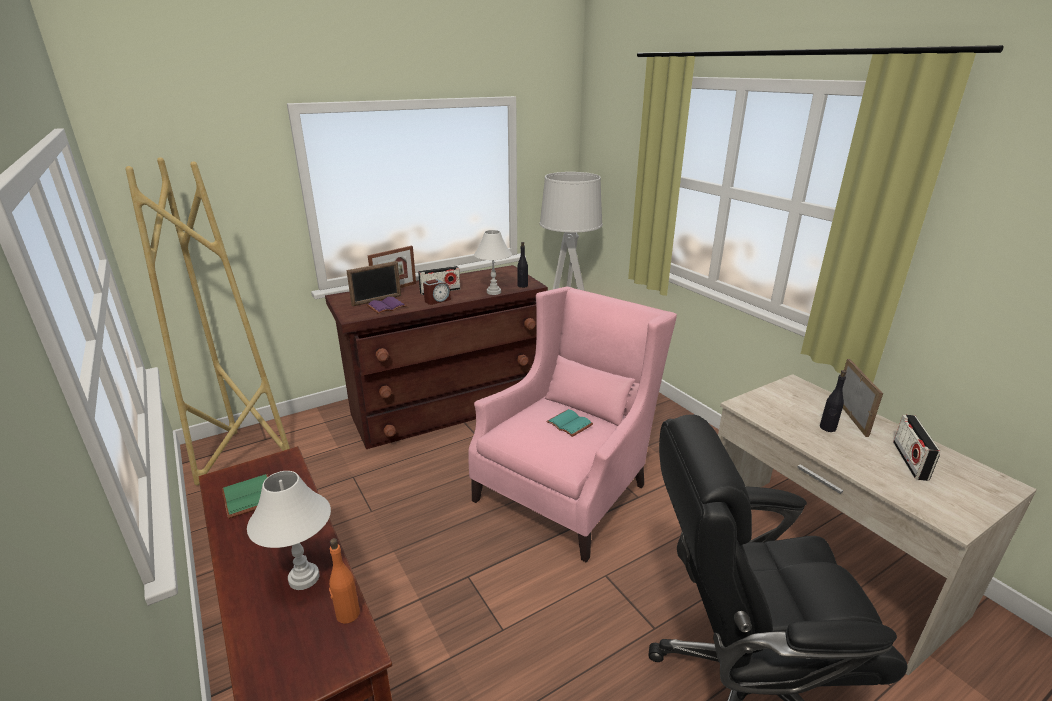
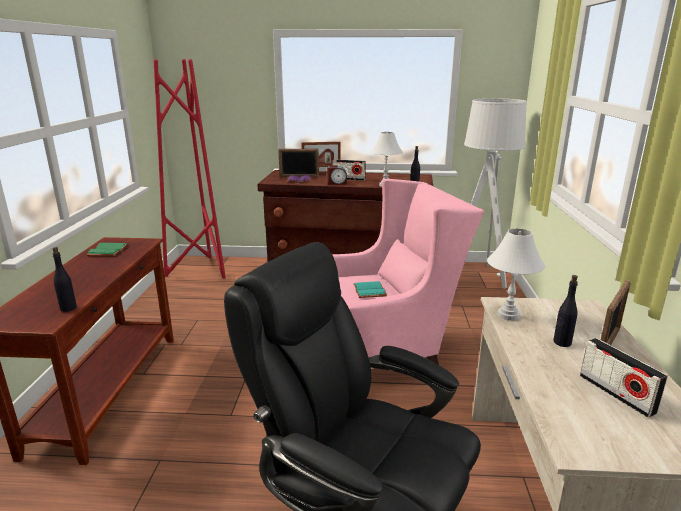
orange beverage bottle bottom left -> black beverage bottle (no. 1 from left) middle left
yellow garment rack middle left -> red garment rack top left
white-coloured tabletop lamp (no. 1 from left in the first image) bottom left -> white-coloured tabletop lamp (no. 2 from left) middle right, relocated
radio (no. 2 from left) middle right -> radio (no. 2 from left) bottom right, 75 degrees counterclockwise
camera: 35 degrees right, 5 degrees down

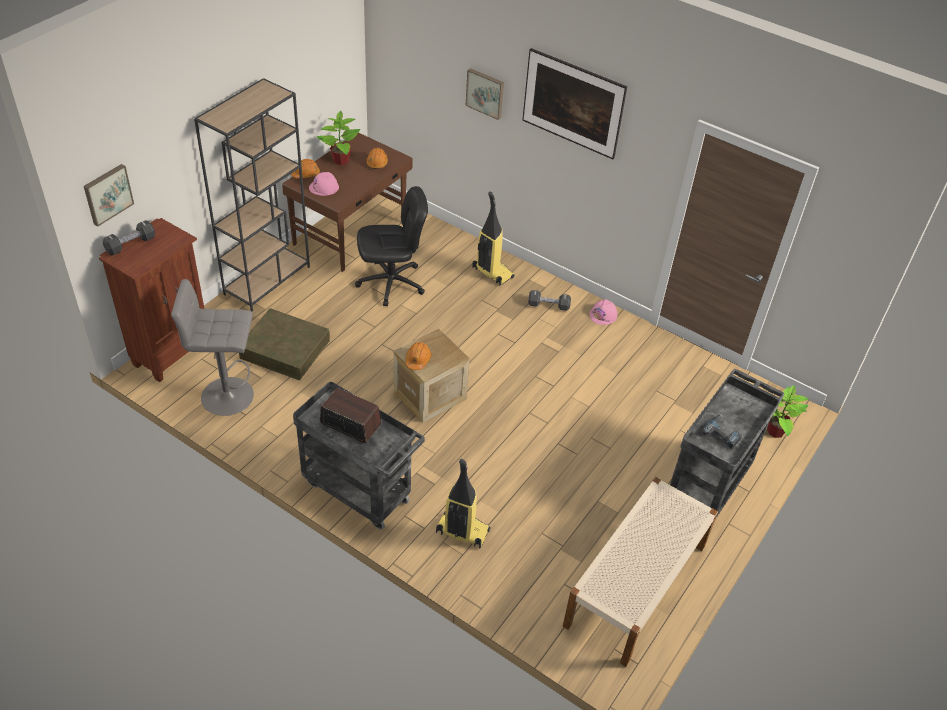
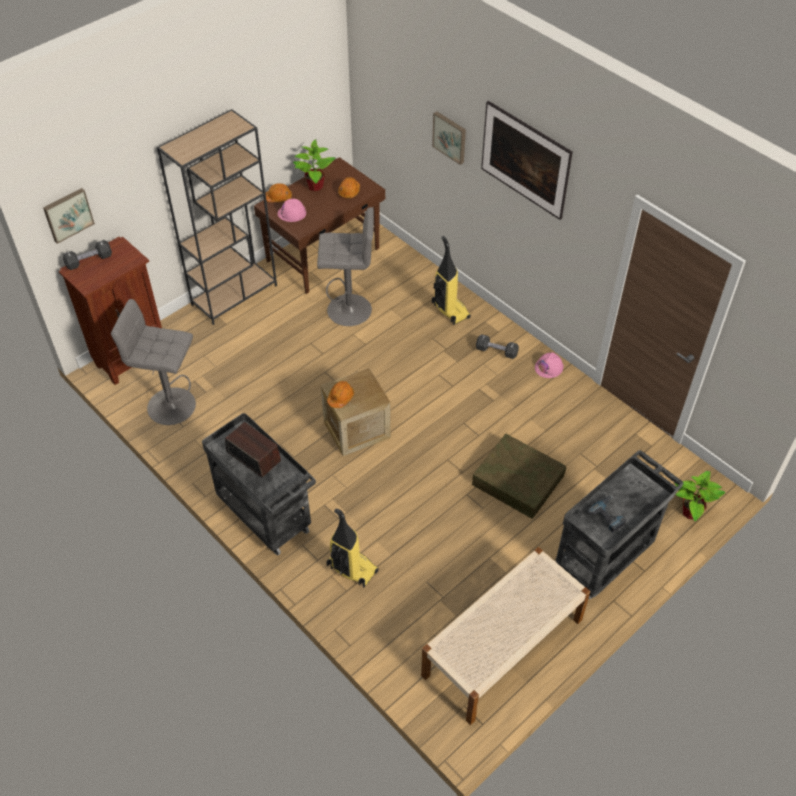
black office chair centre -> grey stool (no. 2 from left) centre
brown-coloured storage box middle left -> brown-coloured storage box centre, relocated
camera: 15 degrees right, 5 degrees up

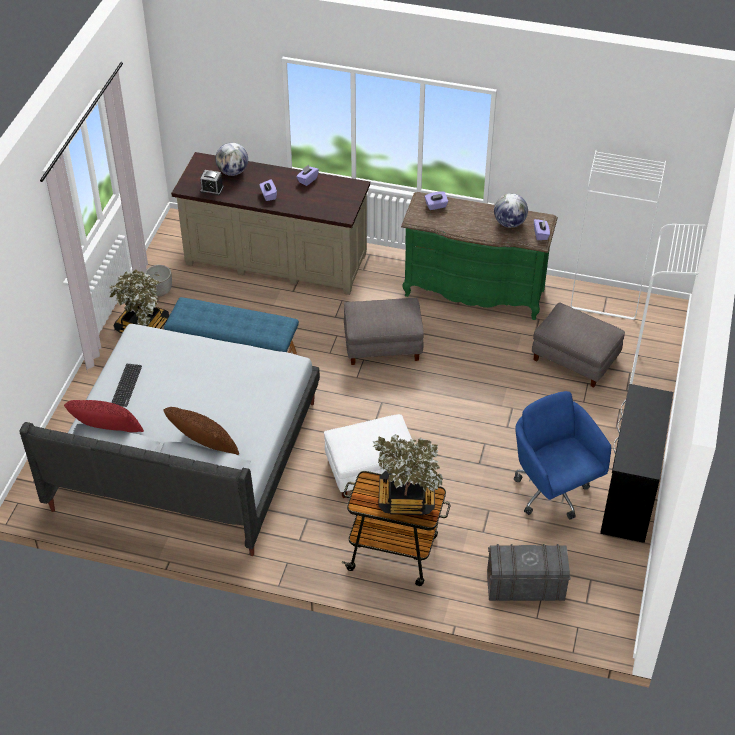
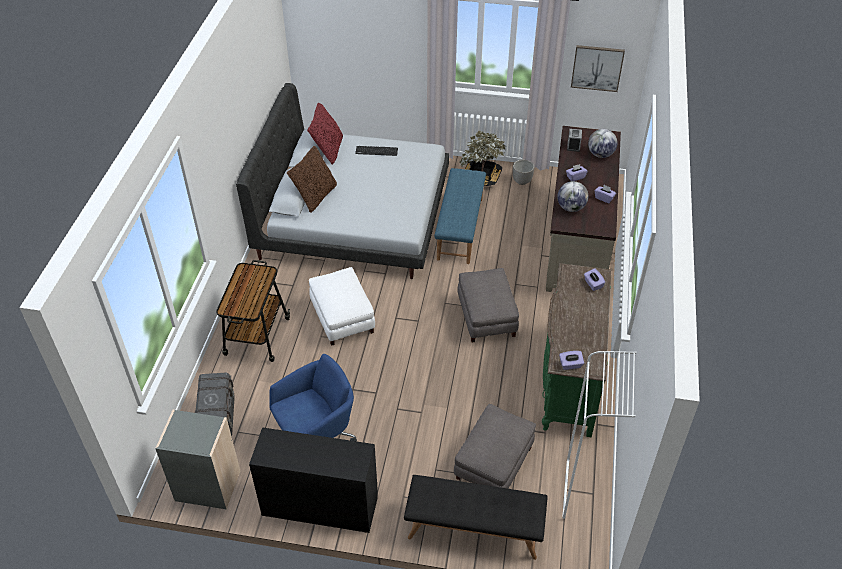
none -> grey shelving unit bottom left
white-coloured garment rack (no. 2 from left) middle right -> black long seat bottom centre
globe (no. 2 from left in the first image) top right -> globe (no. 1 from left) middle right, relocated
none -> wall picture top right
plant in a pot (no. 2 from left) centre -> none
camera: 85 degrees right, 0 degrees up

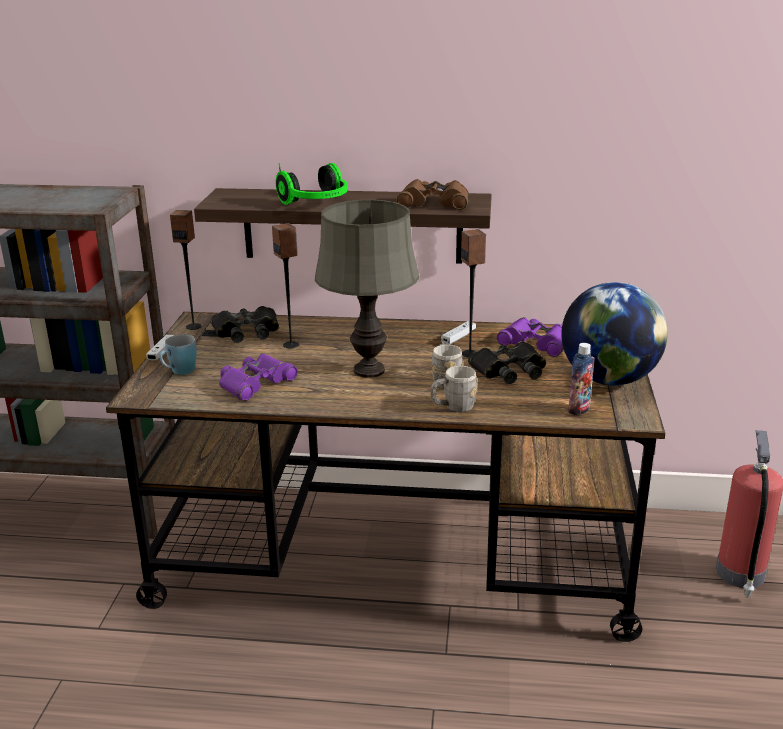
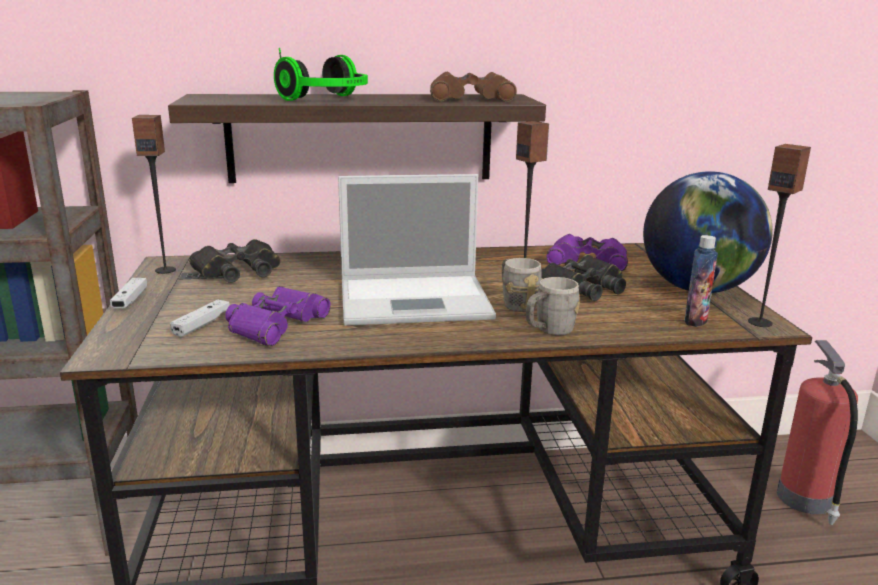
white-coloured gamepad (no. 2 from left) centre -> white-coloured gamepad (no. 2 from left) middle left, relocated
grey tabletop lamp centre -> portable computer centre
speaker (no. 2 from left in the first image) centre -> speaker (no. 3 from left) middle right, relocated
blue mug middle left -> none
camera: 15 degrees left, 5 degrees down

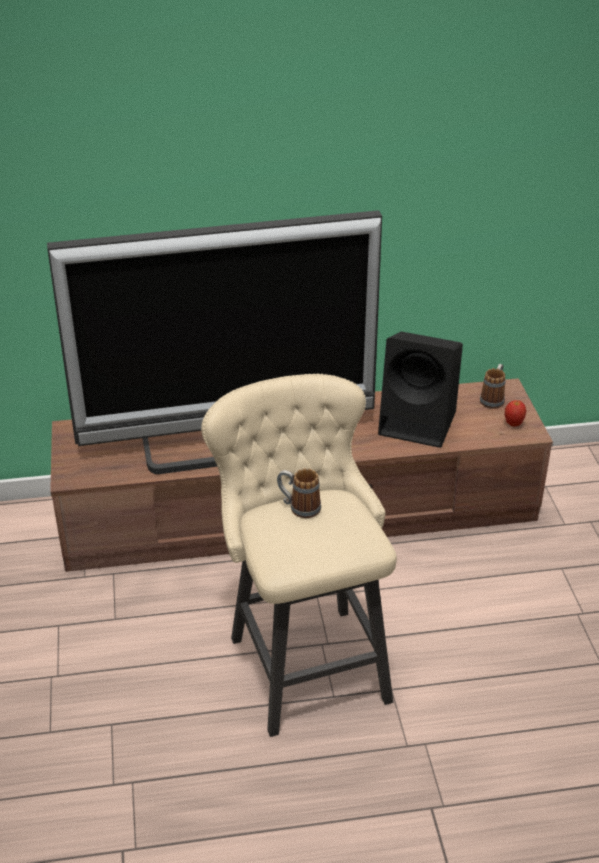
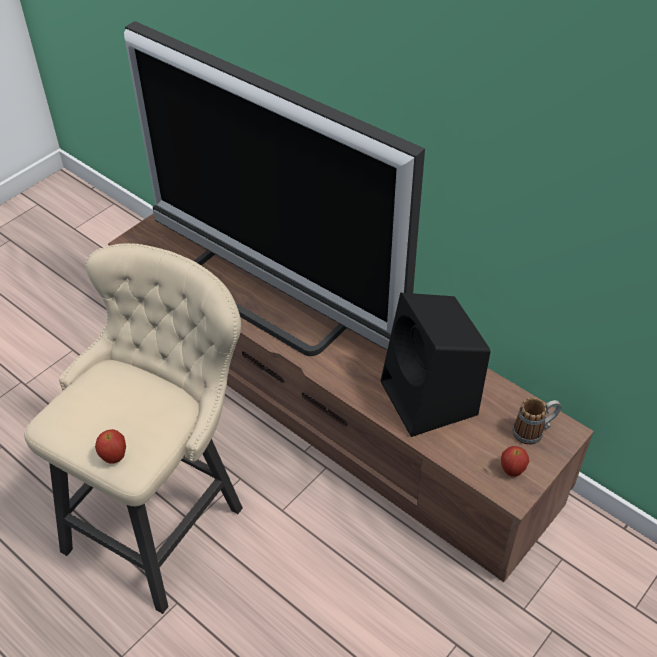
none -> whole apple (no. 1 from left) bottom left
mug (no. 1 from left) centre -> none
camera: 50 degrees right, 10 degrees up

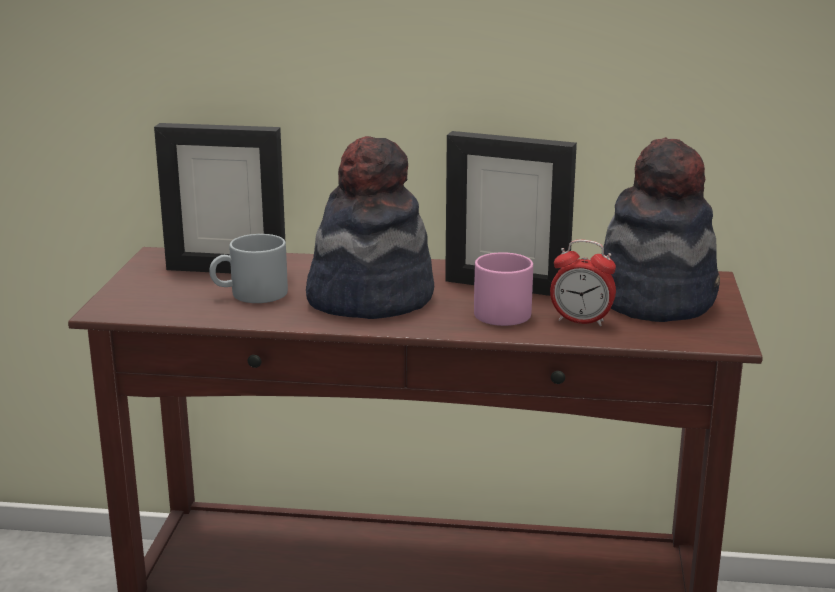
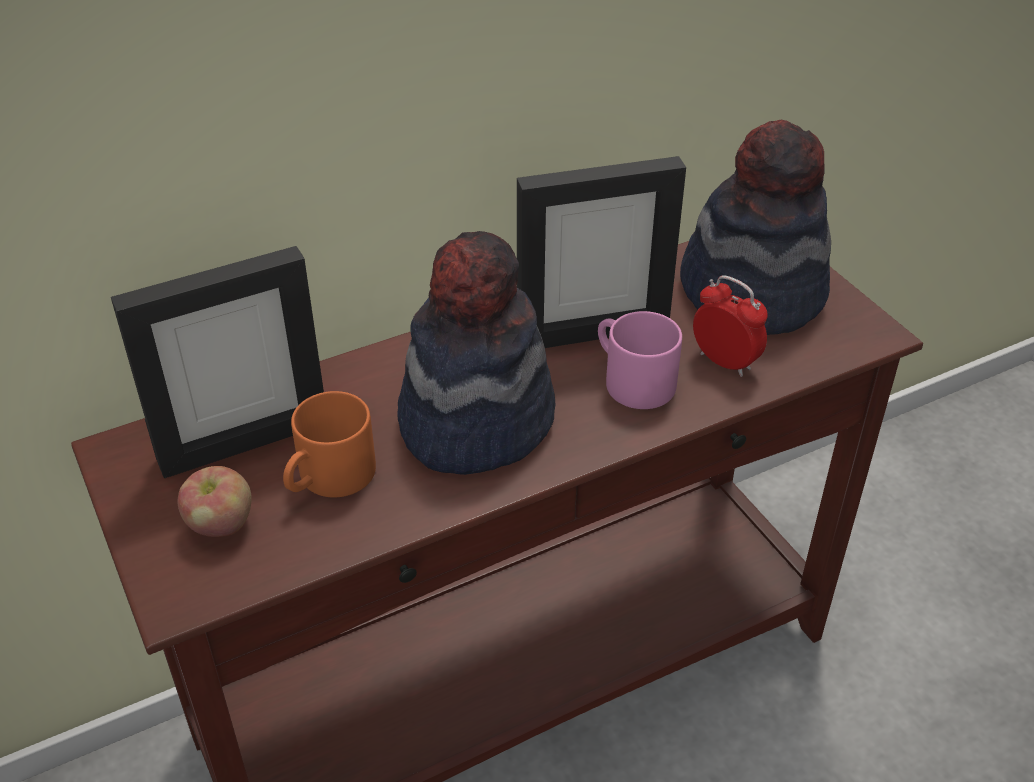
none -> whole apple middle left
grey mug middle left -> orange mug middle left
bedside clock middle right, 120 degrees counterclockwise
camera: 35 degrees left, 20 degrees up

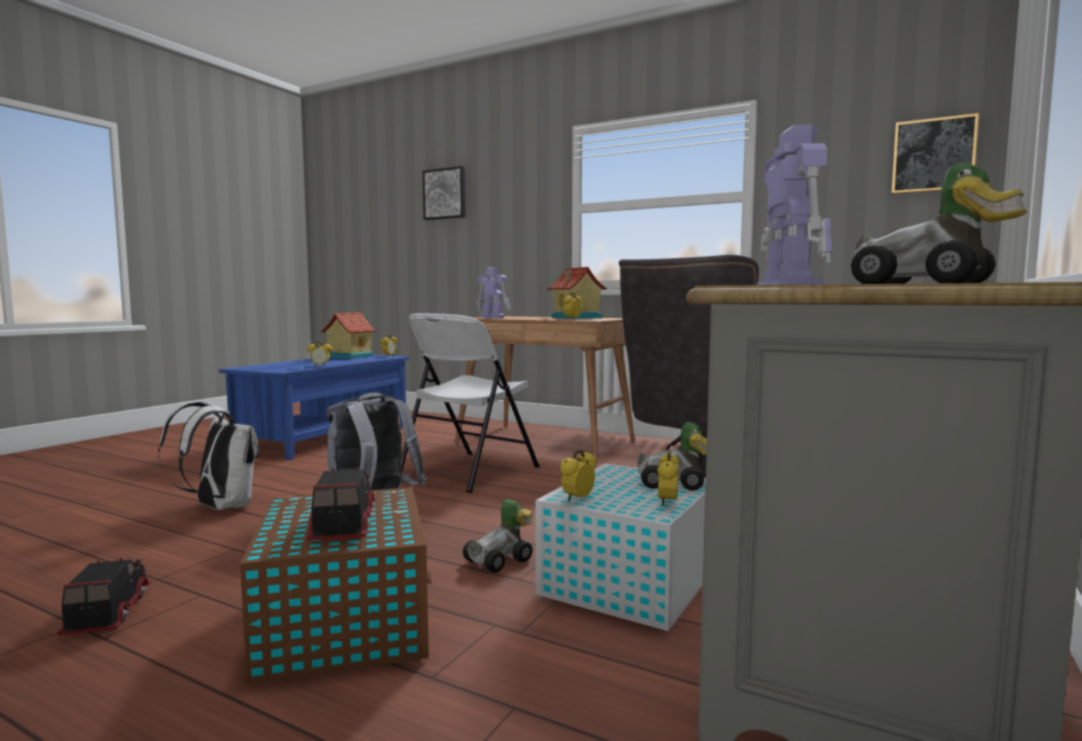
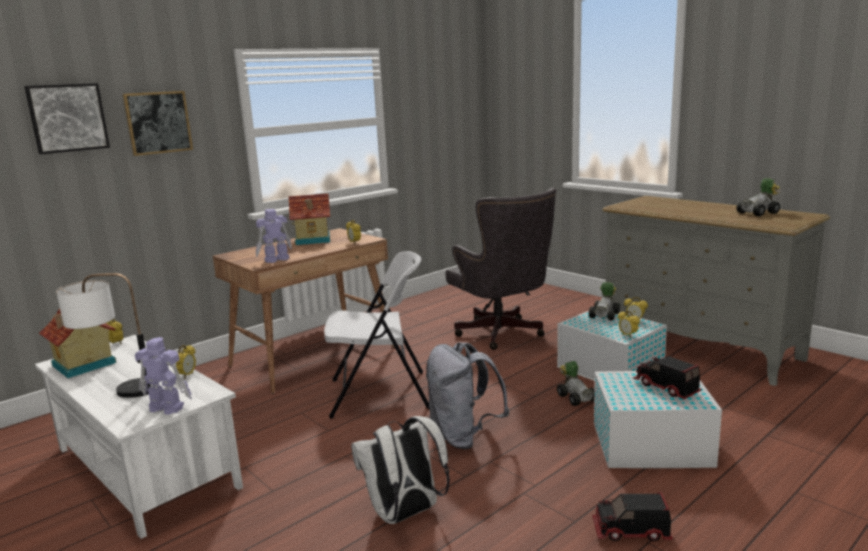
blue lounge table middle left -> white-coloured lounge table bottom left
none -> tabletop lamp middle left
wall picture (no. 2 from left) top right -> wall picture (no. 2 from left) top left, relocated
robot figure (no. 2 from left in the first image) top right -> robot figure (no. 1 from left) bottom left, relocated
white-coloured upright chair centre, 60 degrees counterclockwise
brown-coloured storage box bottom left -> white-coloured storage box (no. 2 from left) bottom right
toy truck (no. 2 from left) bottom left -> toy truck (no. 2 from left) bottom right, 45 degrees clockwise
camera: 70 degrees left, 10 degrees up

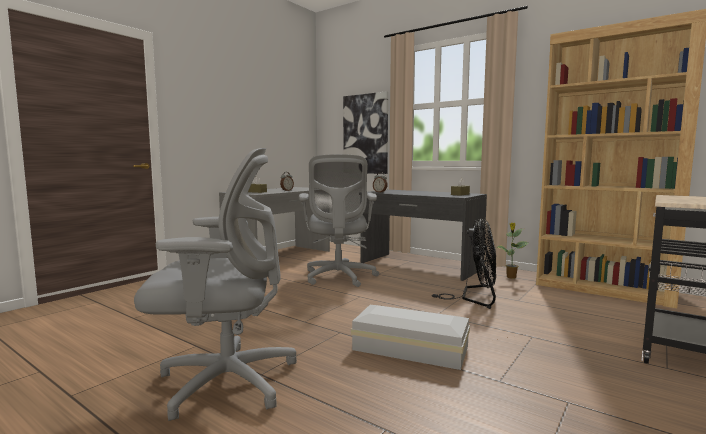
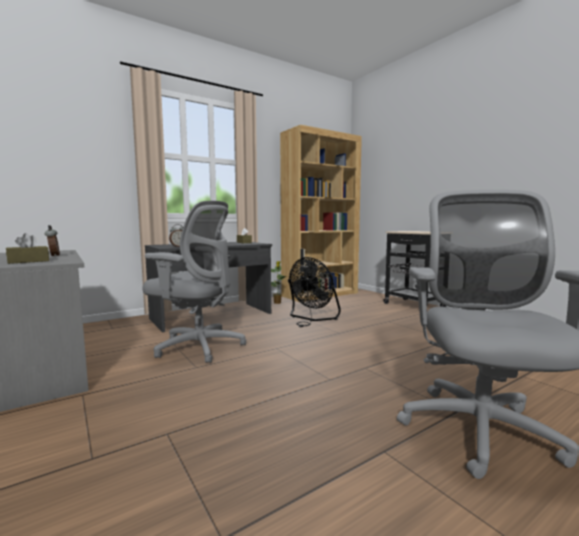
wall picture top centre -> none
white-coloured storage box bottom centre -> none
camera: 70 degrees left, 0 degrees up

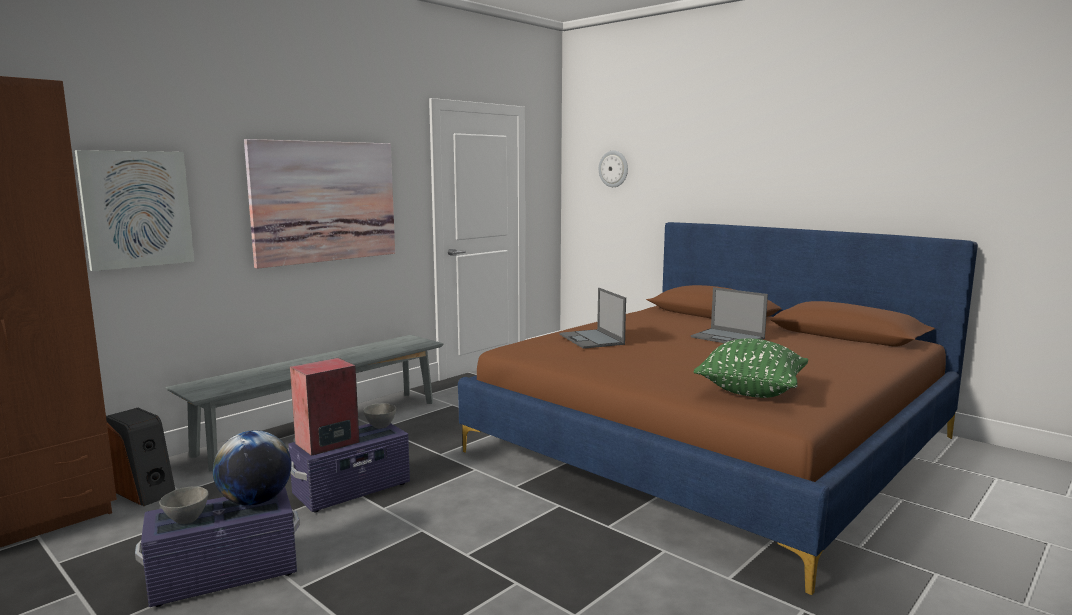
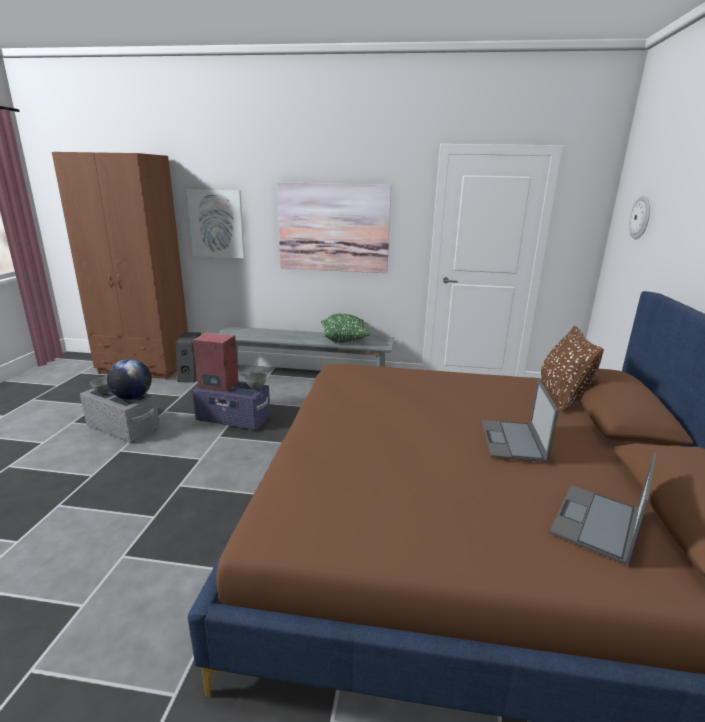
purple-coloured storage box (no. 1 from left) bottom left -> grey storage box middle left
greenish throw pillow middle right -> greenish throw pillow centre, relocated
none -> brown-coloured throw pillow middle right
portable computer (no. 1 from left in the first image) centre -> portable computer (no. 2 from left) bottom right, relocated
camera: 55 degrees right, 10 degrees up

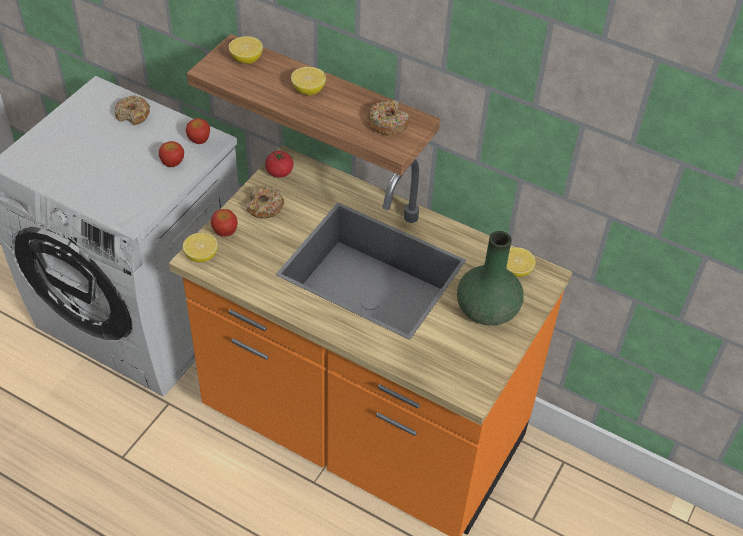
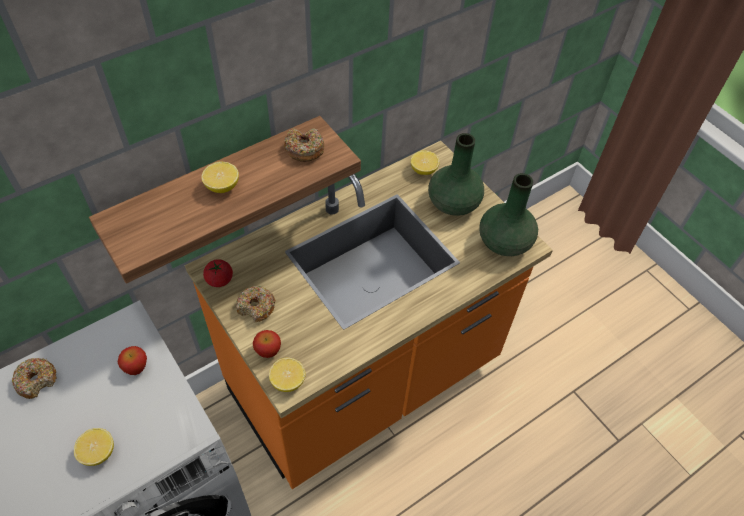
citrus fruit (no. 2 from left in the first image) top left -> citrus fruit (no. 1 from left) bottom left, relocated
none -> greenish vase (no. 2 from left) middle right
whole apple (no. 2 from left) top left -> none
camera: 65 degrees left, 5 degrees up

